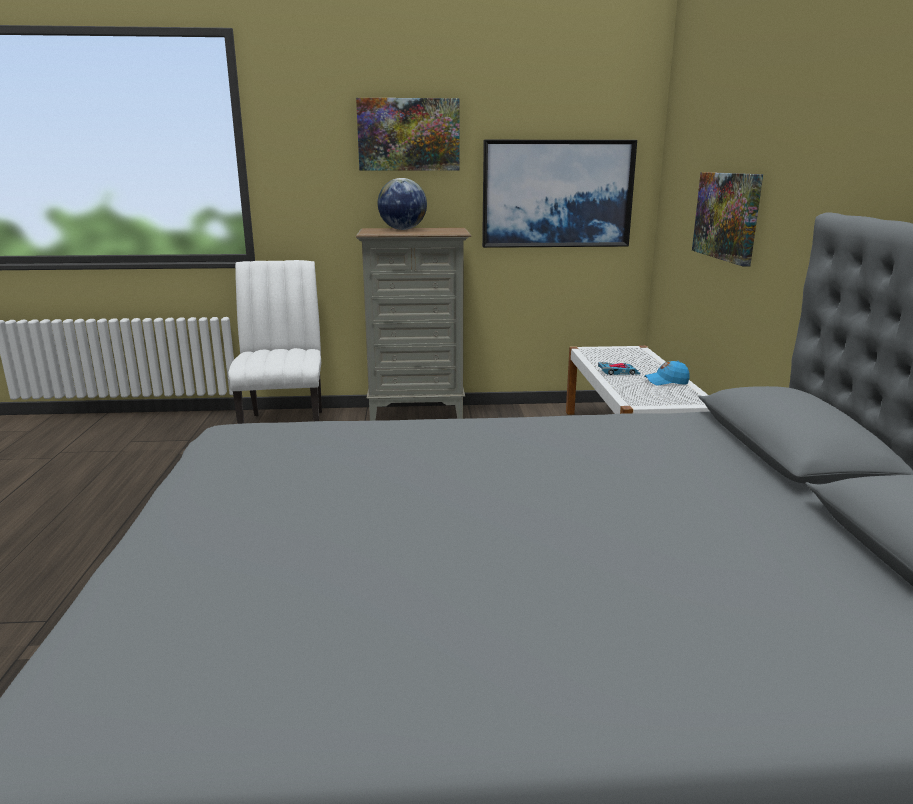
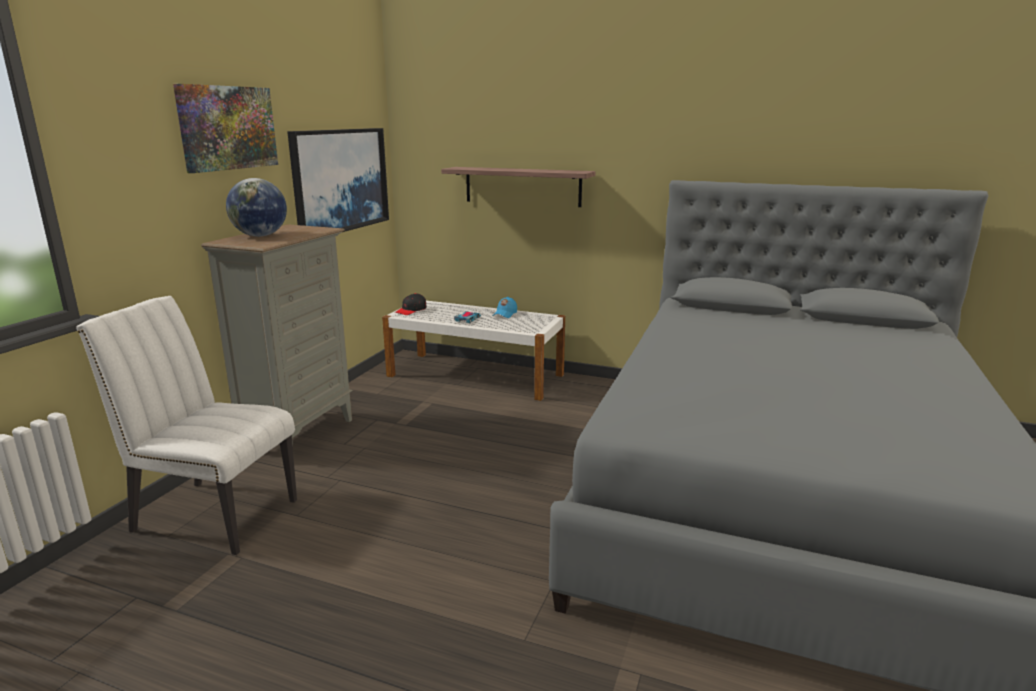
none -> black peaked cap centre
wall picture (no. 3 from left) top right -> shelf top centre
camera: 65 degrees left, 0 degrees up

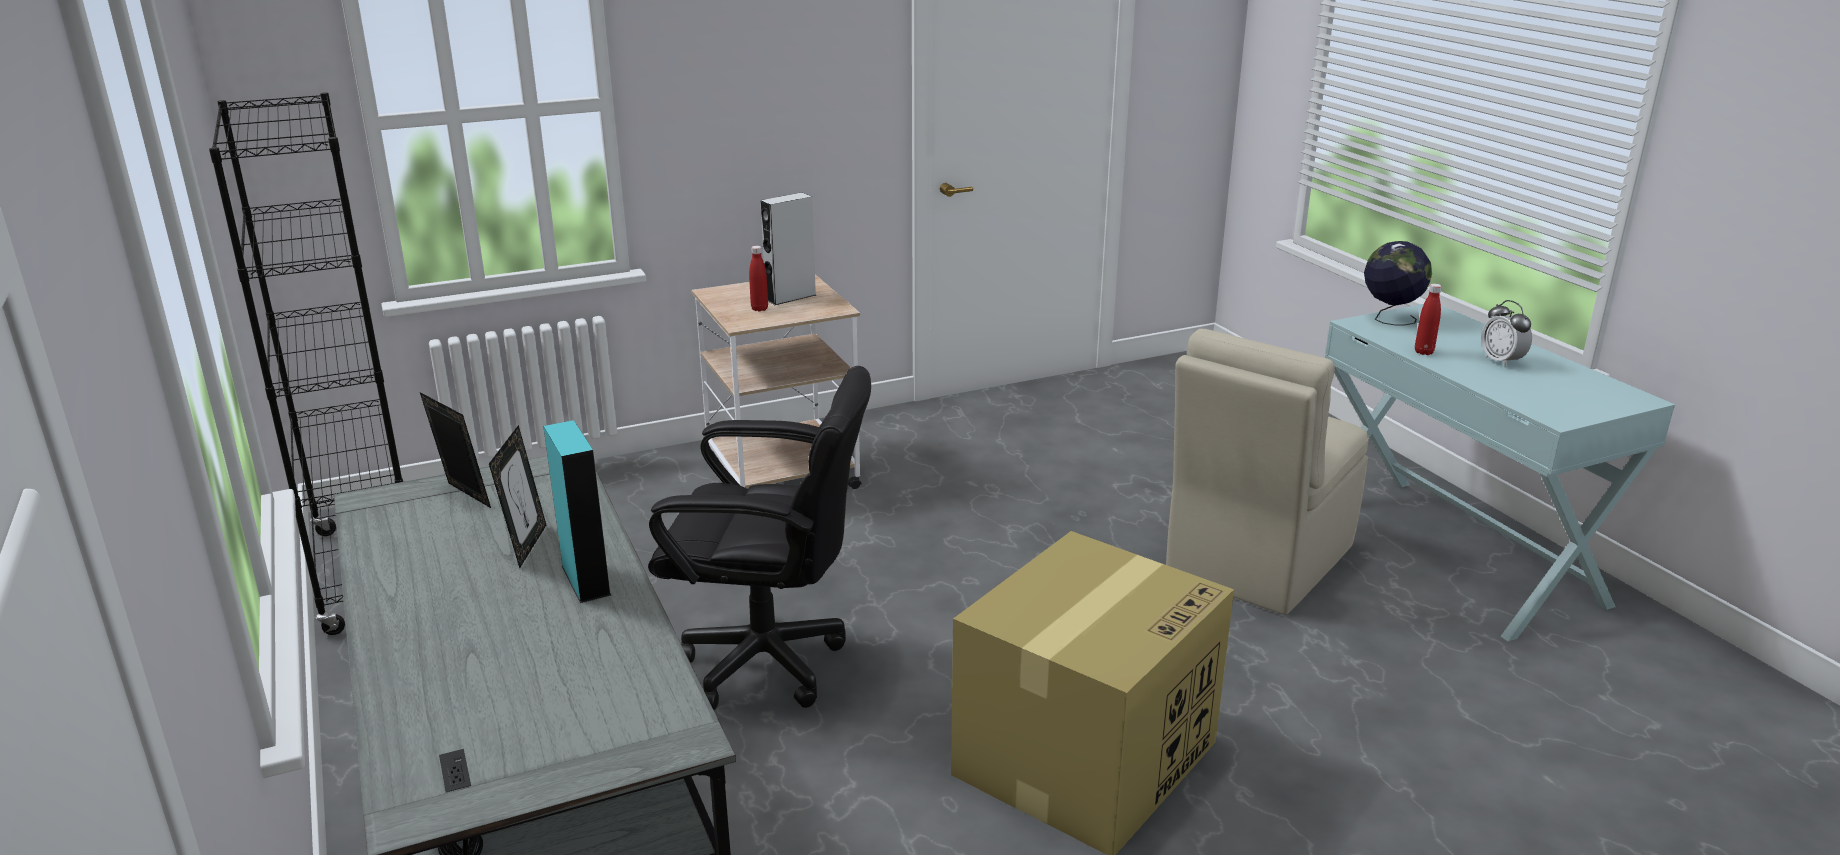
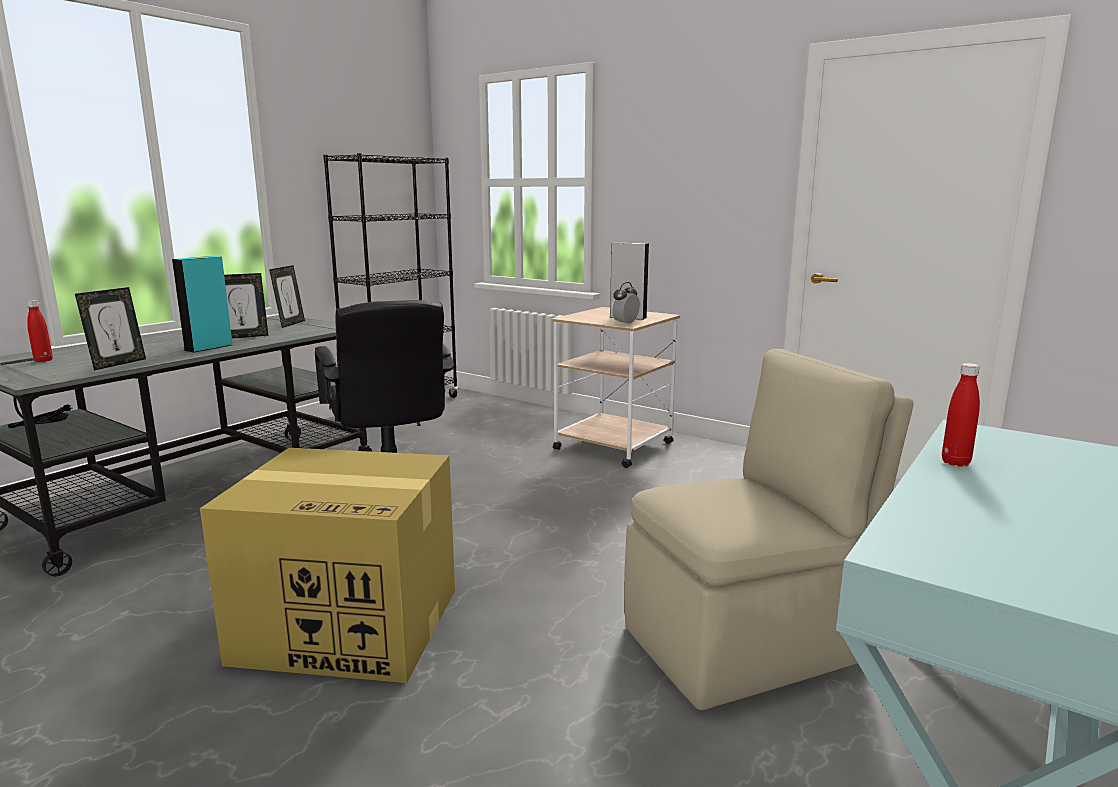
red beverage bottle (no. 1 from left) top centre -> red beverage bottle (no. 1 from left) middle left, relocated
none -> standing frame (no. 1 from left) middle left
bedside clock middle right -> bedside clock centre, relocated
beige-coloured upright chair middle right -> beige-coloured upright chair bottom right, 150 degrees clockwise
globe top right -> none
camera: 60 degrees right, 10 degrees down

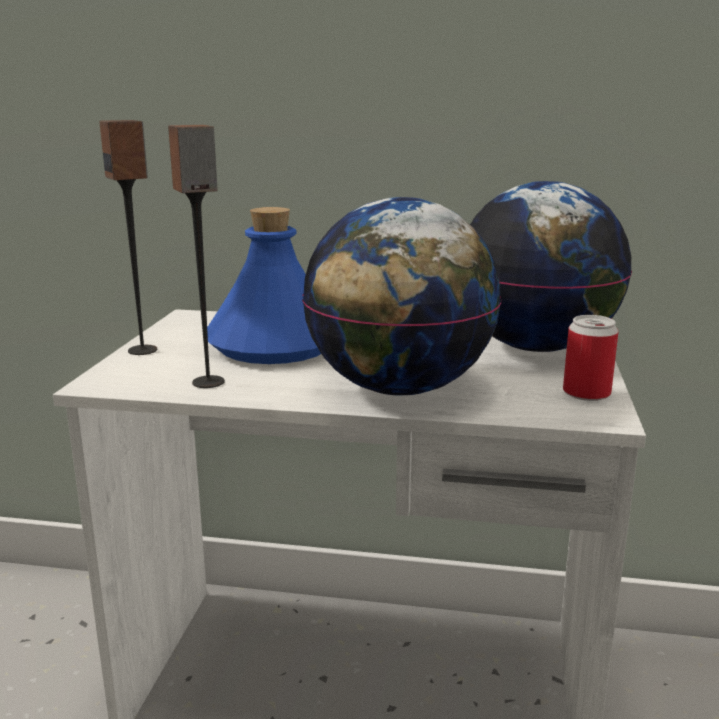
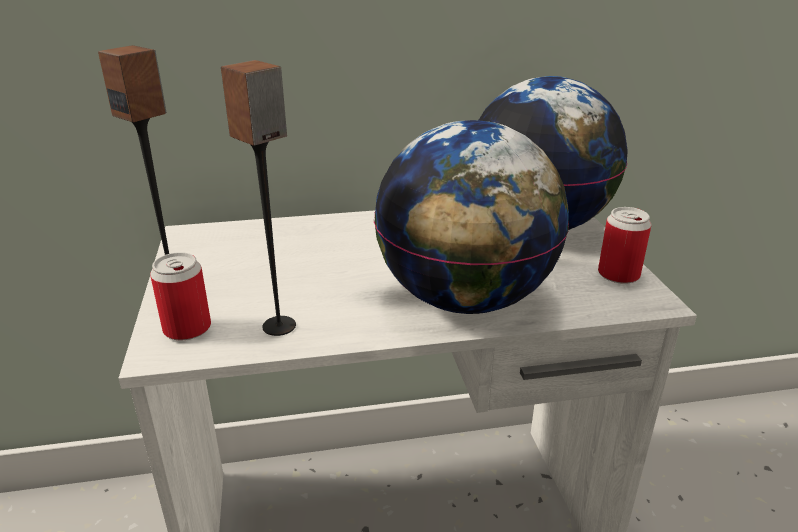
none -> sealed can (no. 1 from left) middle left
blue beverage bottle centre -> none
camera: 20 degrees left, 10 degrees up

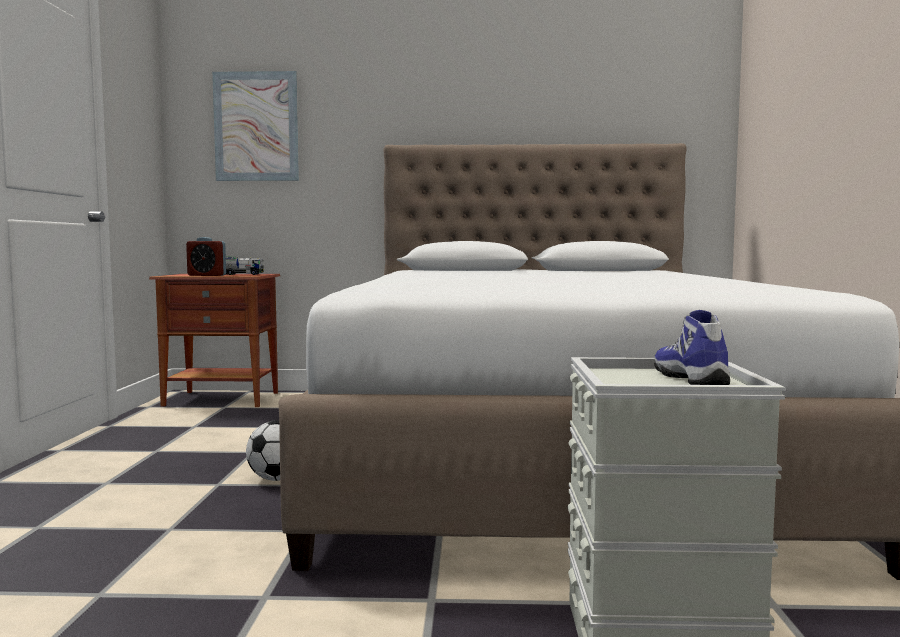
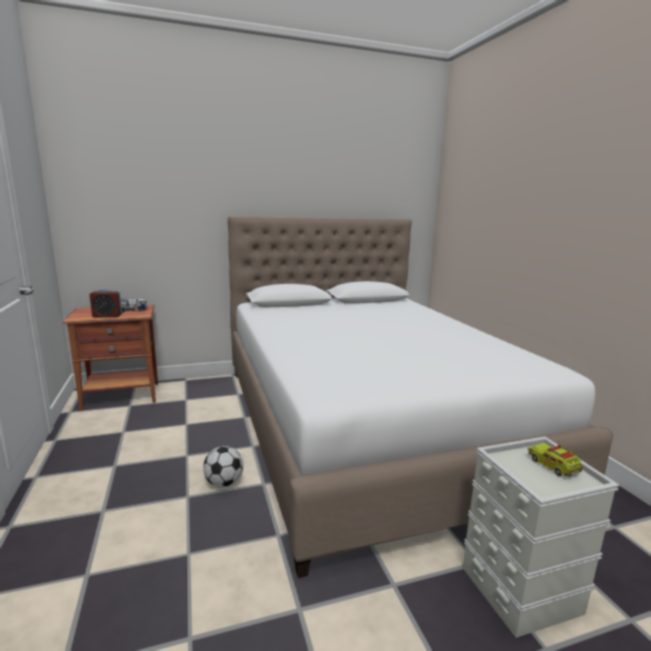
low shoe middle right -> toy truck (no. 2 from left) bottom right
wall picture top left -> none
camera: 20 degrees left, 10 degrees up

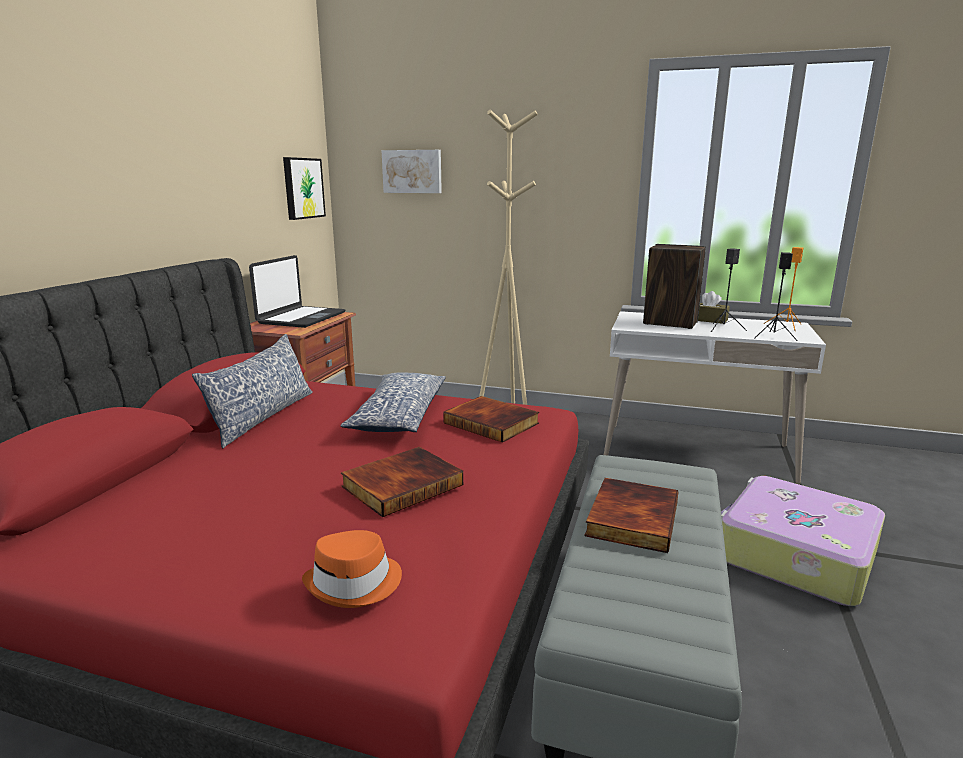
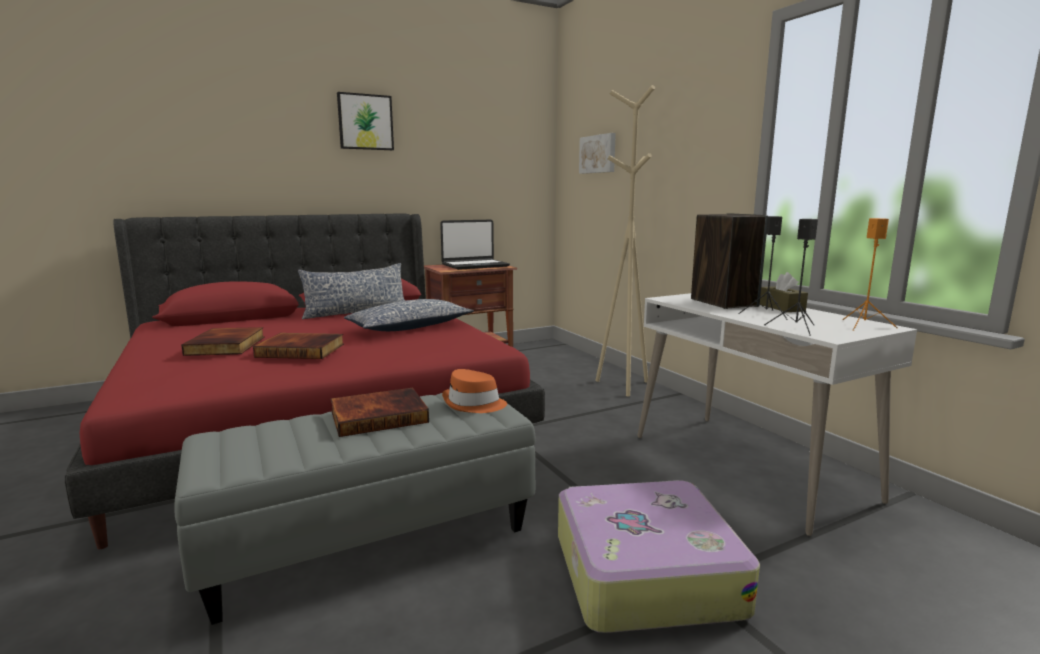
volume (no. 2 from left in the first image) centre -> volume (no. 1 from left) middle left, relocated
wall picture (no. 1 from left) top left -> wall picture (no. 1 from left) top centre, relocated
orange hat bottom centre -> orange hat centre, relocated
camera: 45 degrees right, 5 degrees down

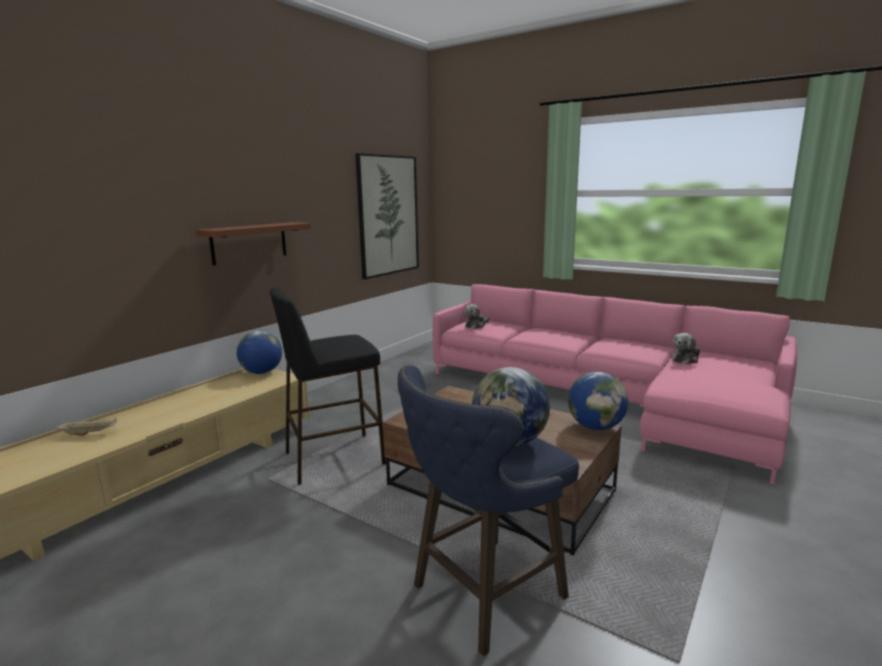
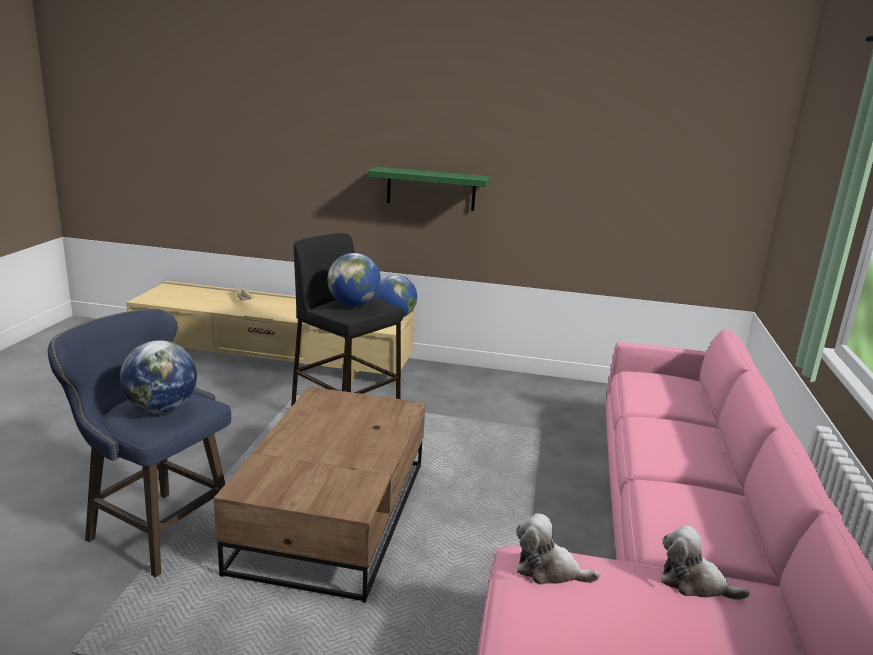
globe (no. 3 from left in the first image) middle right -> globe (no. 2 from left) centre, relocated
brown-coloured shelf middle left -> greenish shelf top centre
soft toy (no. 1 from left) centre -> soft toy (no. 1 from left) bottom centre, relocated
wall picture top centre -> none
camera: 65 degrees right, 5 degrees up

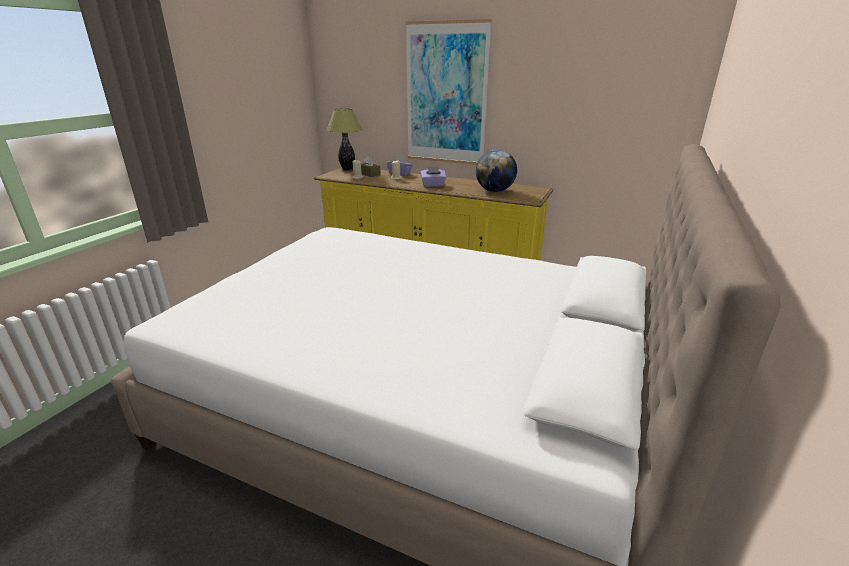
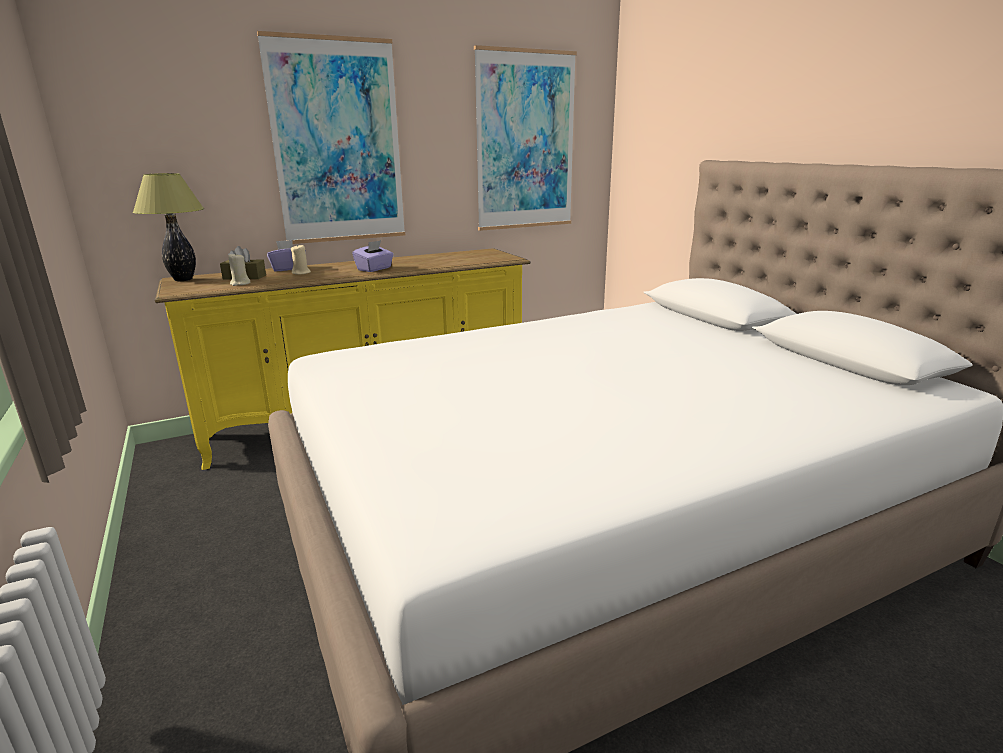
none -> wall picture (no. 2 from left) top centre
globe top centre -> none
camera: 50 degrees left, 5 degrees down

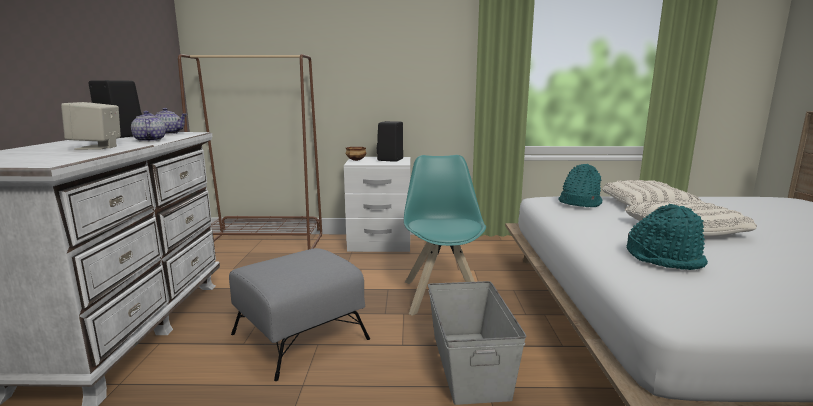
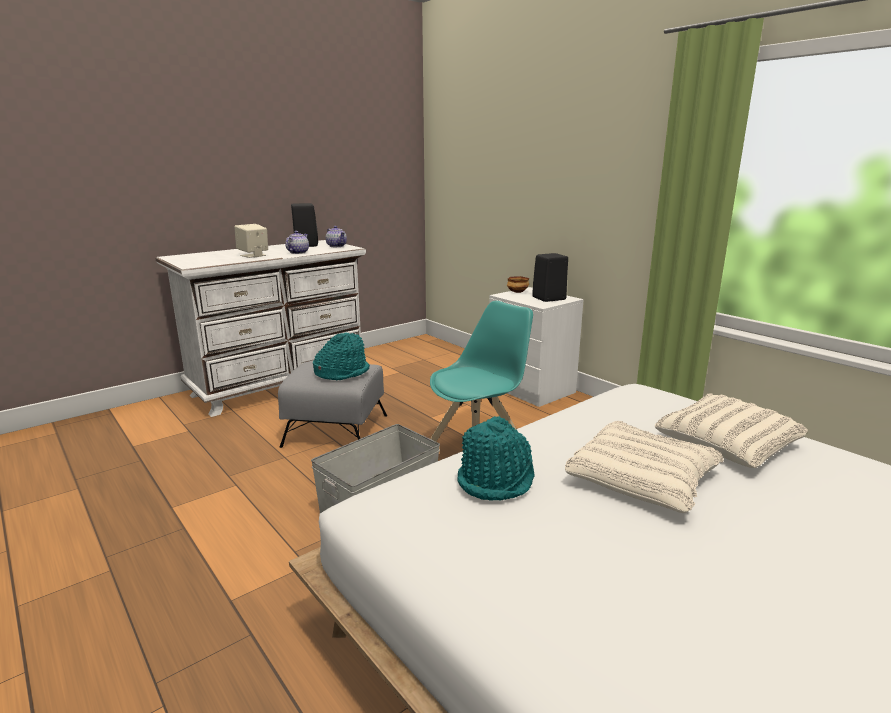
turquoise hat (no. 1 from left) middle right -> turquoise hat (no. 1 from left) centre, relocated
brown-coloured garment rack middle left -> none
camera: 50 degrees right, 5 degrees up

